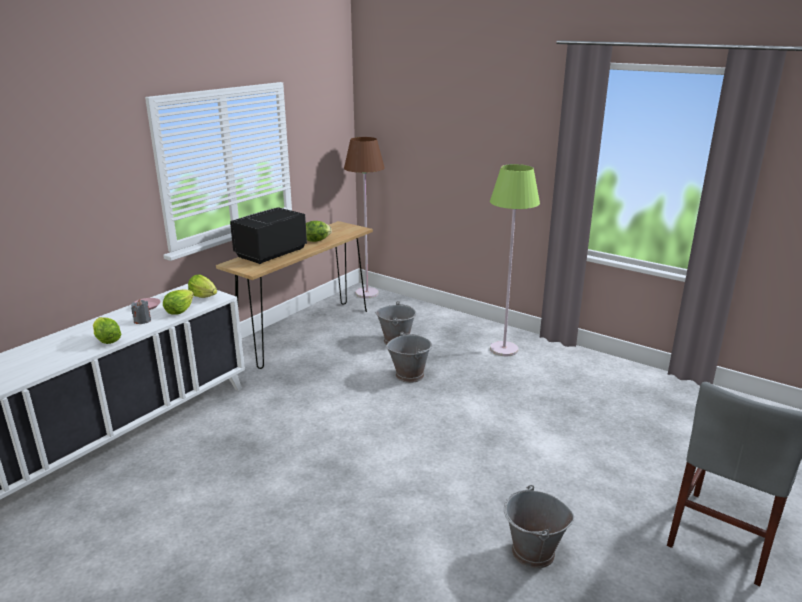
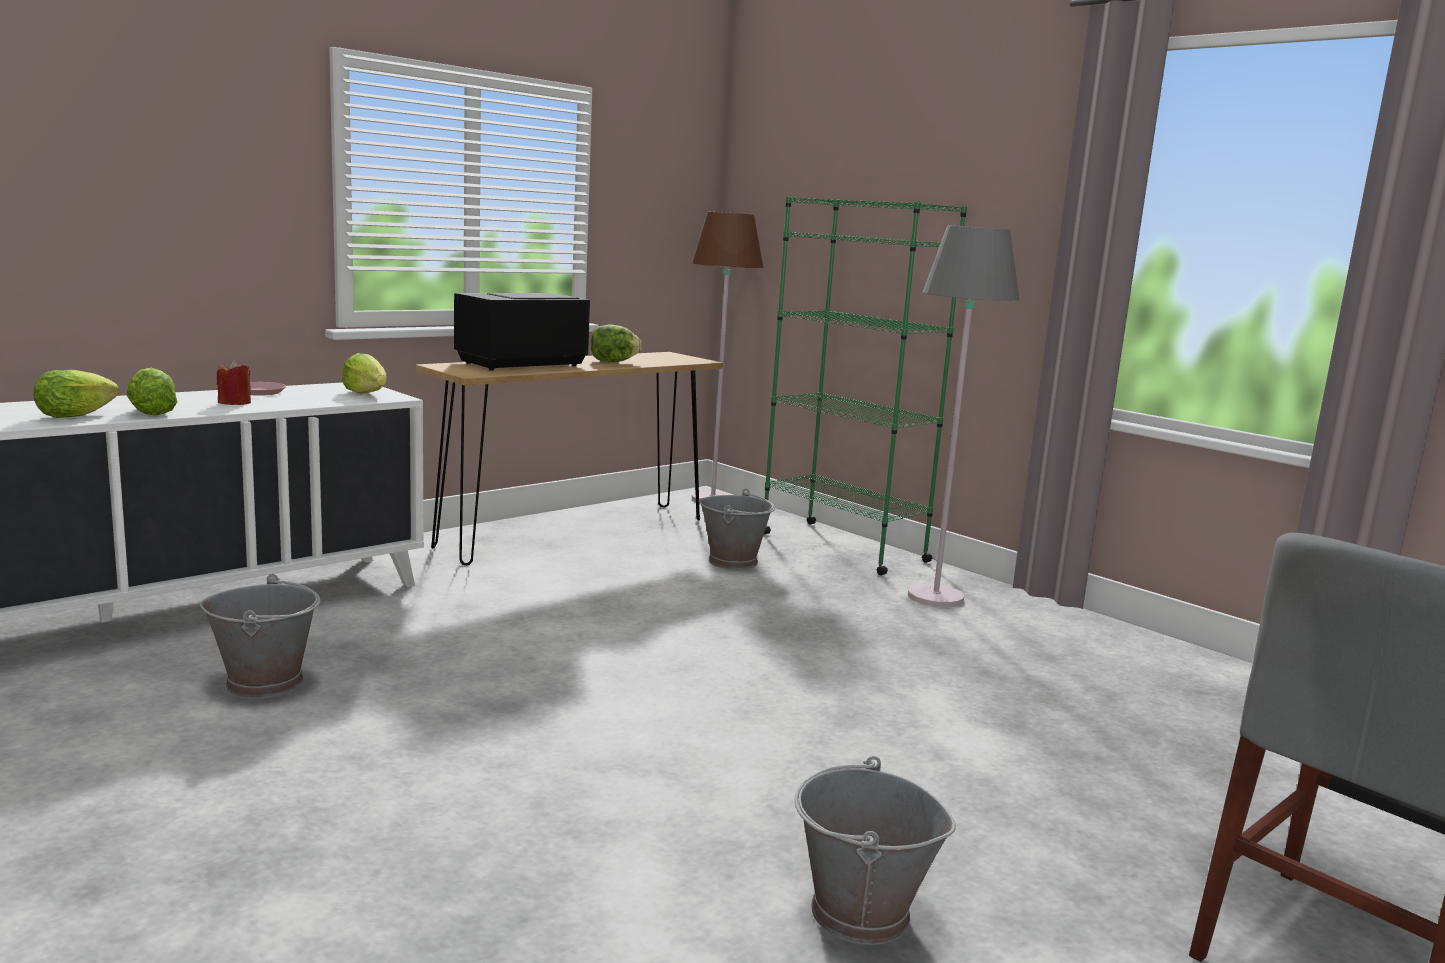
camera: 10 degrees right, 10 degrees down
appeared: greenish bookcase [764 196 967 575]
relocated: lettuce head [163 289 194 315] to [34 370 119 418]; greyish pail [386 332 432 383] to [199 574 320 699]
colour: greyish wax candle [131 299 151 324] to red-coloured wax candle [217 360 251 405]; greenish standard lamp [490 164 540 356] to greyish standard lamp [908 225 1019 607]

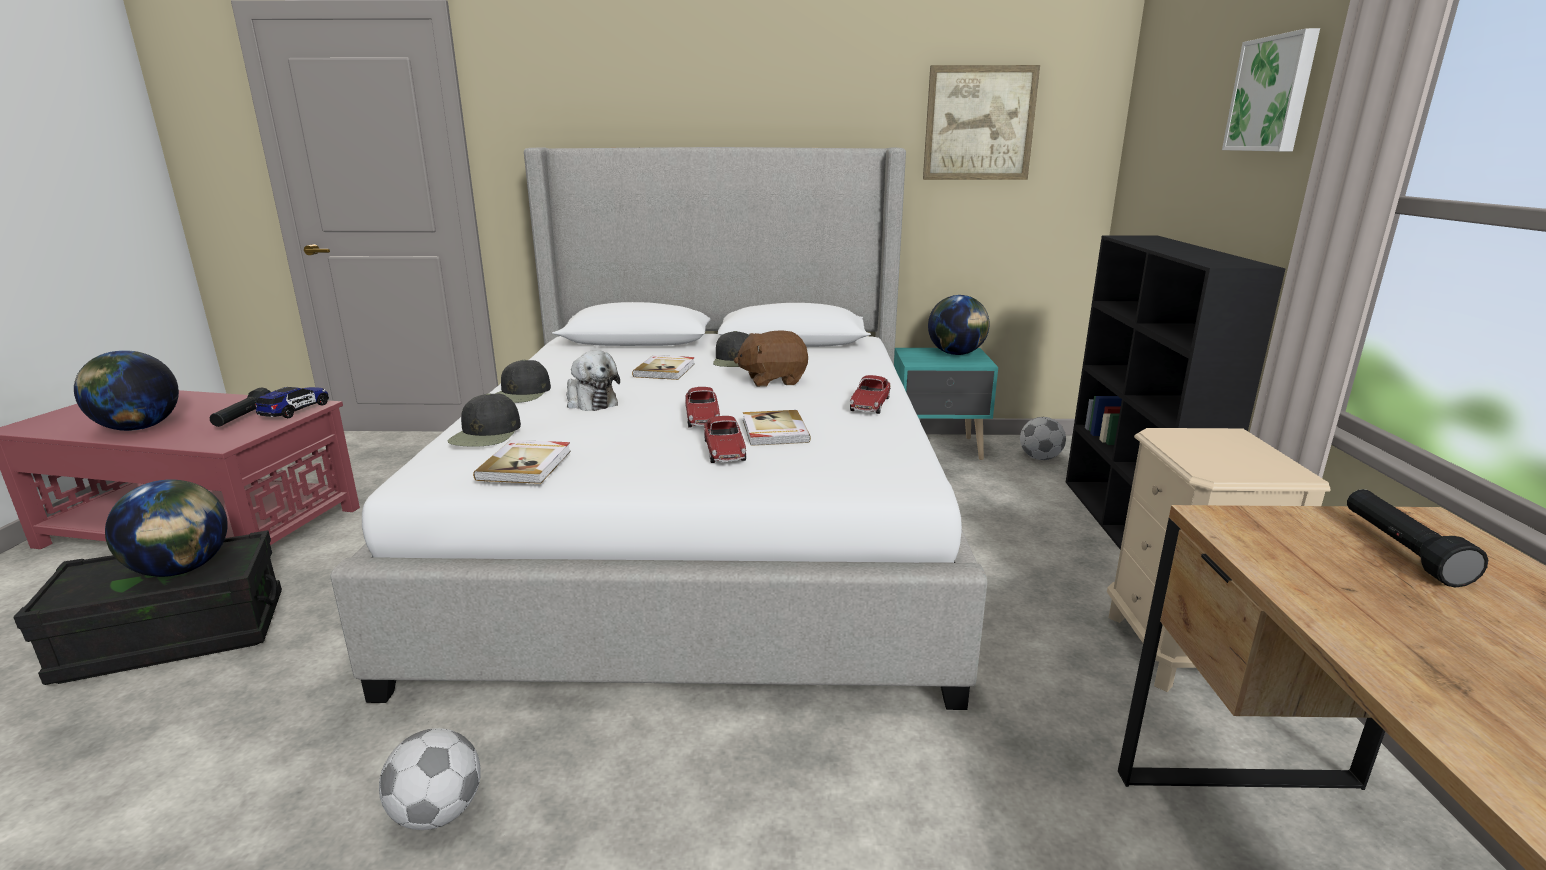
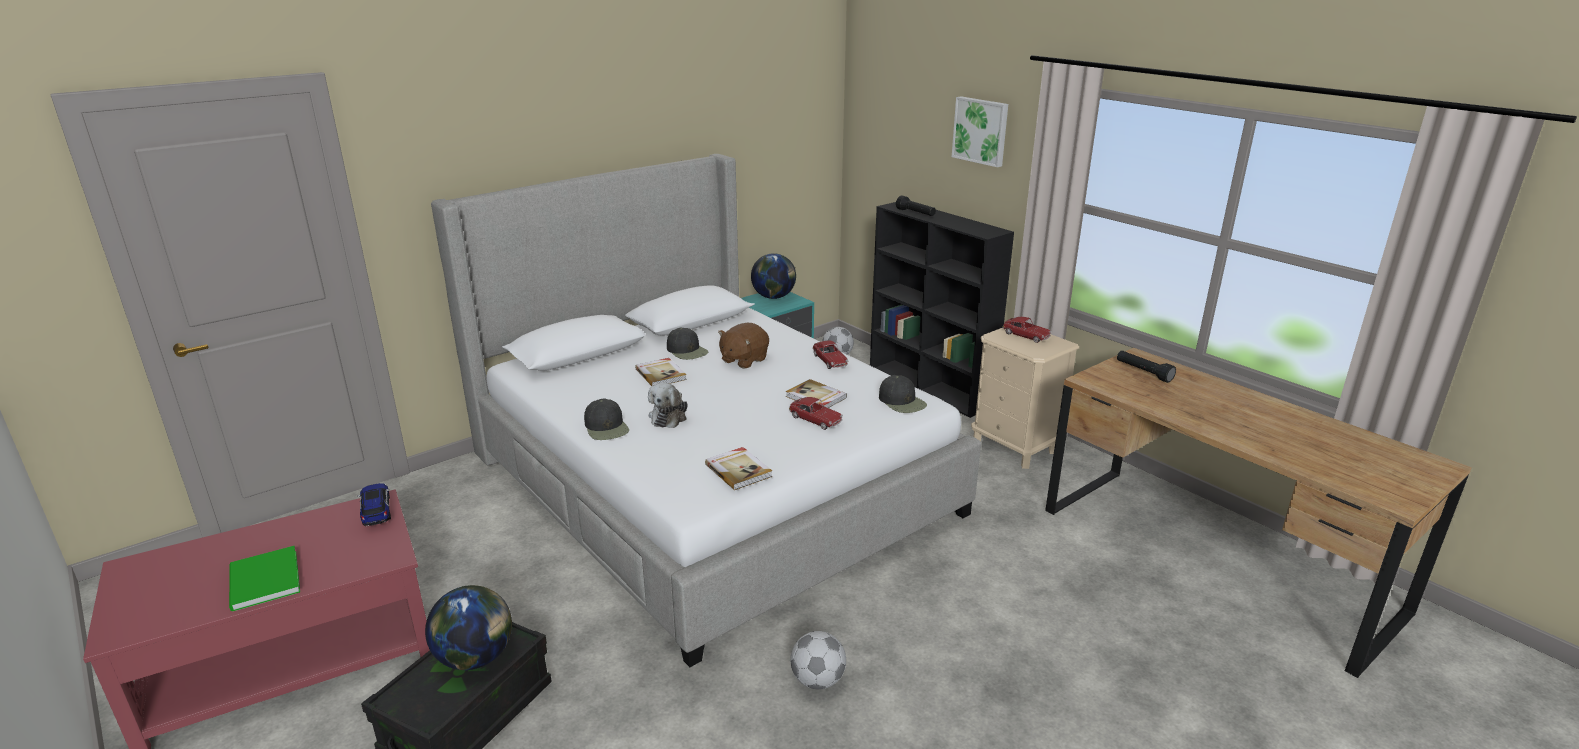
camera: 40 degrees left, 5 degrees up
missing: wall art [923 65 1040 180]
relocated: blackish baseball cap [447 393 521 447] to [879 375 927 413]; blackish hand torch [210 387 271 427] to [896 196 936 216]; model car [685 387 720 428] to [1003 317 1051 343]
exchanged: desk globe [74 350 179 431] to greenish book [229 546 300 611]
spun: cuddly toy [566 350 620 411] = [648 383 688 428] 90 degrees clockwise

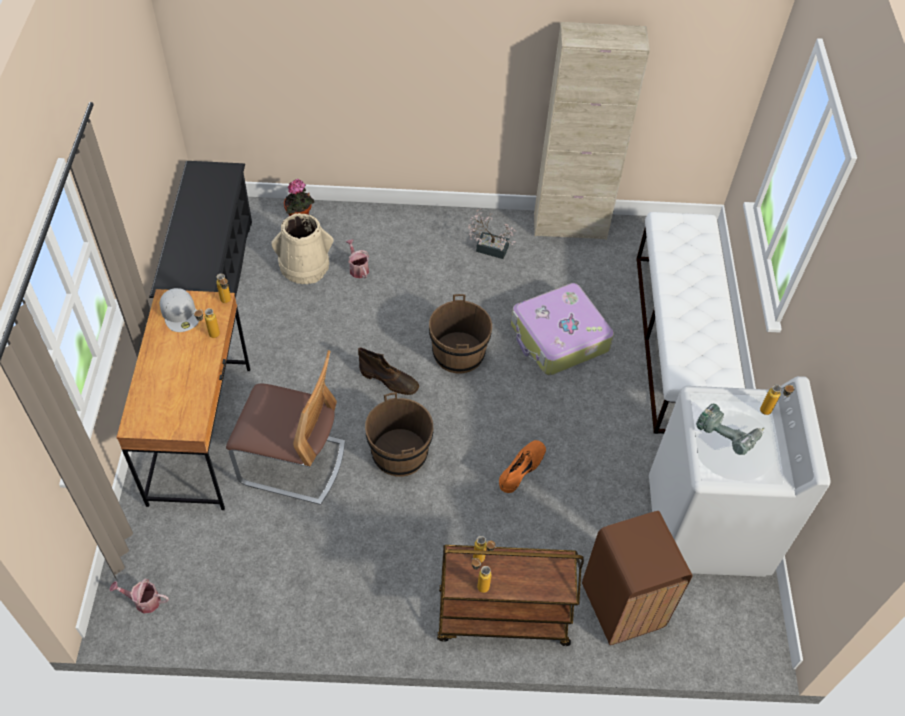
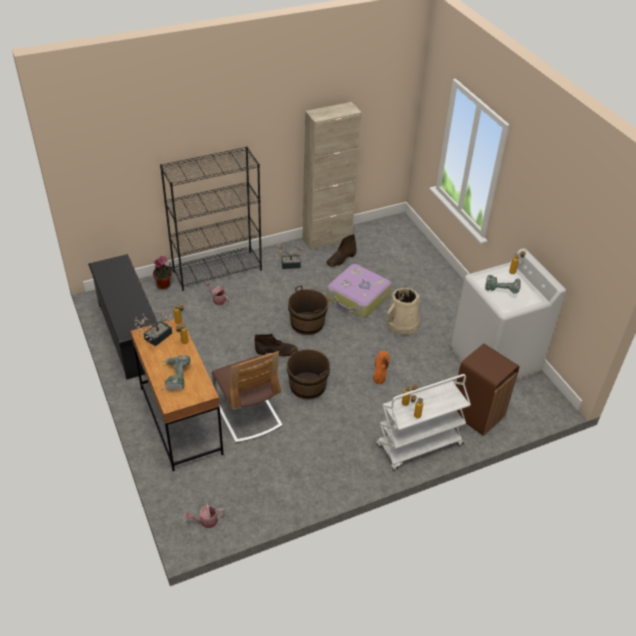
camera: 25 degrees left, 10 degrees down
missing: white indoor bench [636 212 745 434]
appeared: blackish bookcase [160 147 262 291]; power drill [160 355 191 391]; brown boot [326 234 357 267]
relocated: beige-coloured pail [271 213 334 284] to [386 288 421 335]
exchanged: white baseball cap [160 288 199 332] to plant in a pot [135 309 172 346]
colour: brown wheeled cart [437 545 584 646] to white wheeled cart [377 374 471 471]
spun: plain chair [226 350 345 505] = [211 351 283 443] 75 degrees clockwise

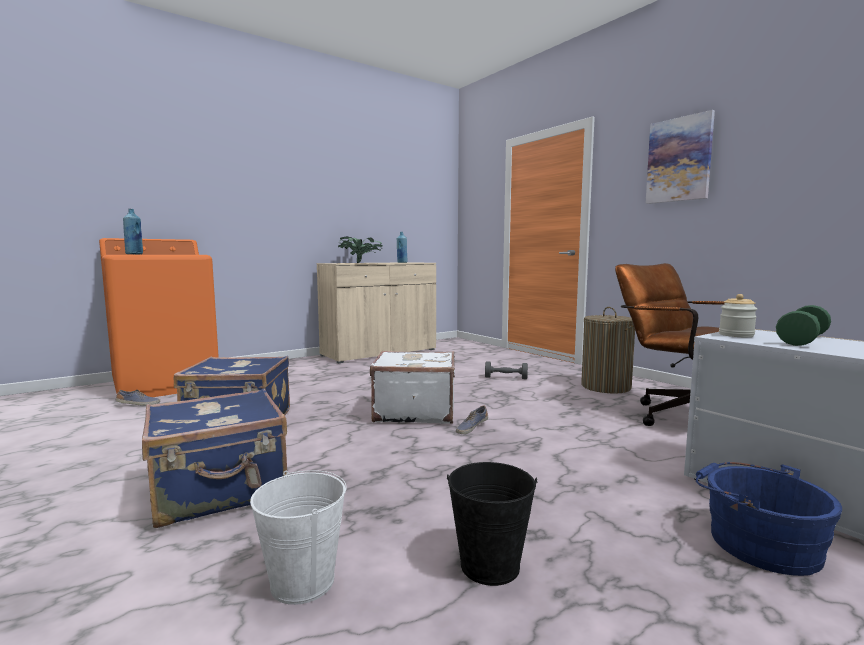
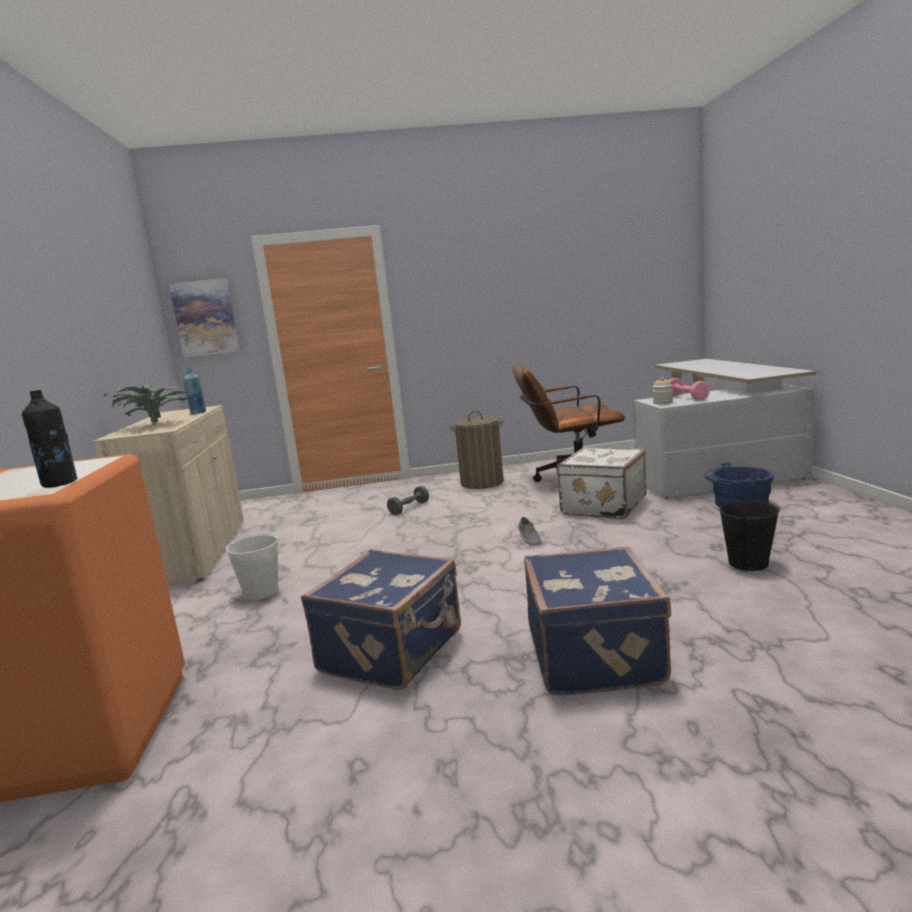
camera: 60 degrees left, 5 degrees up
missing: shoe [116 390 160 406]
relocated: wall art [646 110 715 204] to [169 278 240 358]; white pail [250 470 347 605] to [226 534 279 600]; white travel case [370 351 455 424] to [557 447 647 519]
colour: blue bottle [123 209 143 255] to blackish bottle [22 390 78 488]; greenish free weight [776 305 831 346] to pink free weight [669 378 710 400]

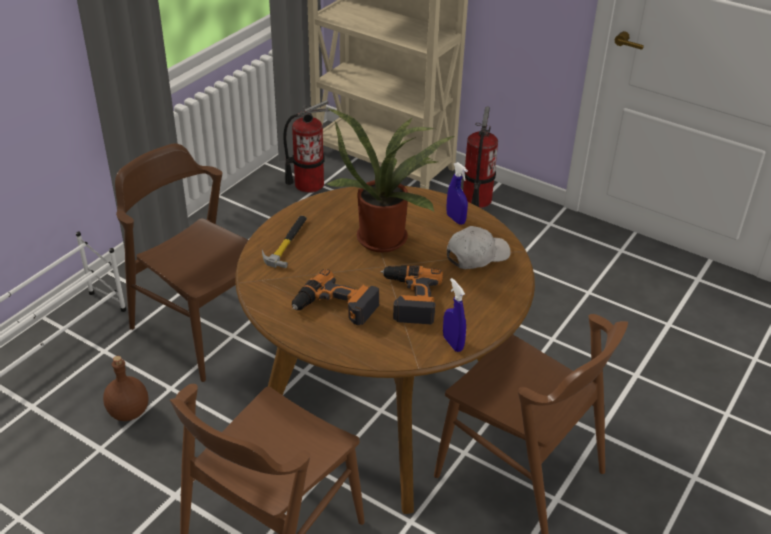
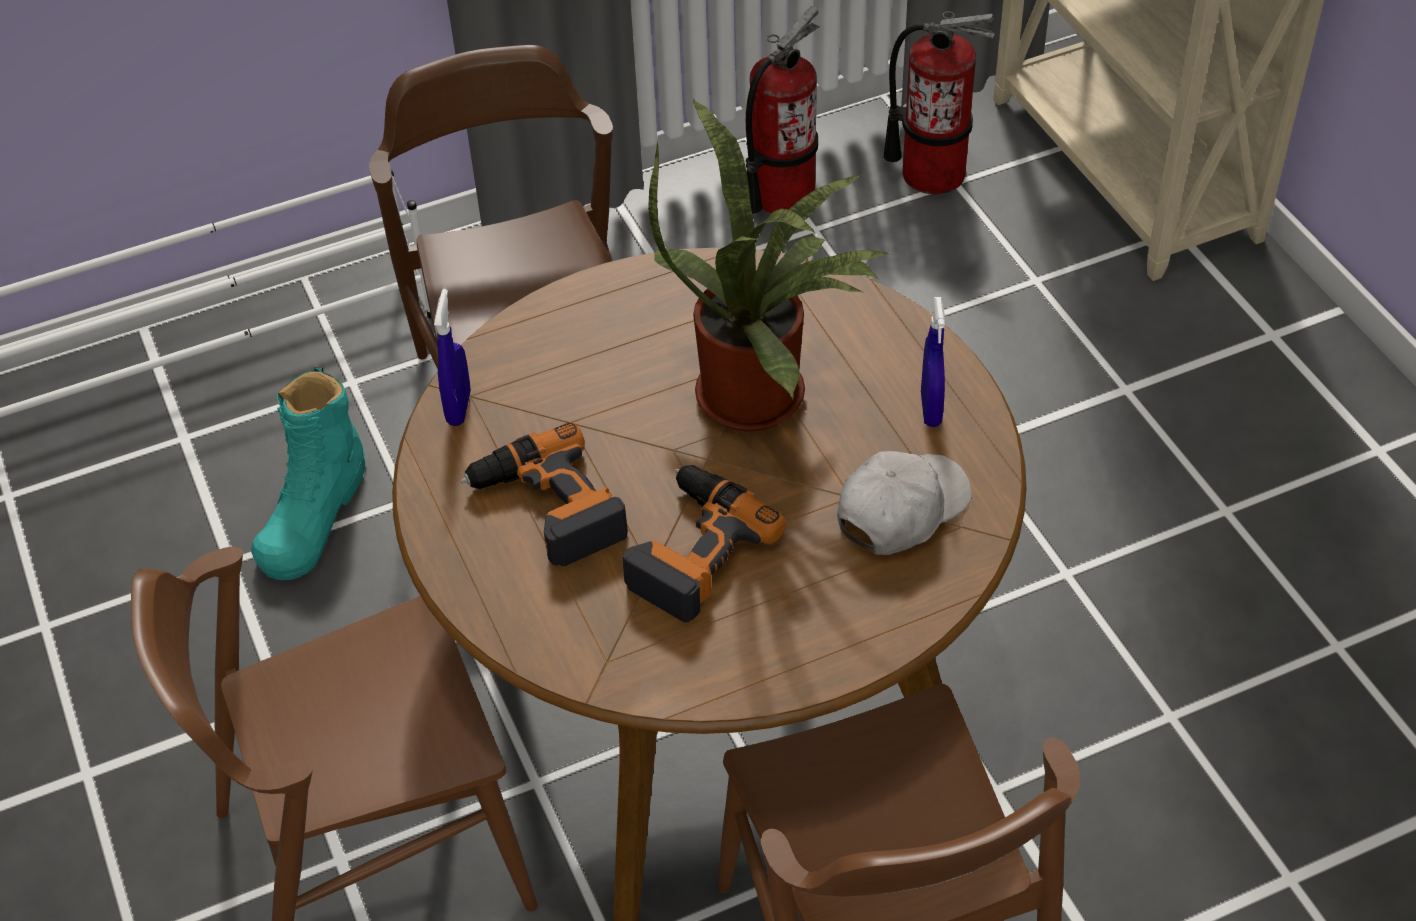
camera: 35 degrees right, 10 degrees up
missing: hand hammer [262 216 307 268]
relocated: blue sprayer [443 278 466 352] to [434 289 471 426]; fire-fighting cylinder [463 106 498 208] to [746 6 819 214]
exchanged: brown bottle [103 356 149 421] to turquoise-coloured boot [251 367 365 580]
spun: white baseball cap [447 226 511 269] = [837 451 972 555] 45 degrees counterclockwise

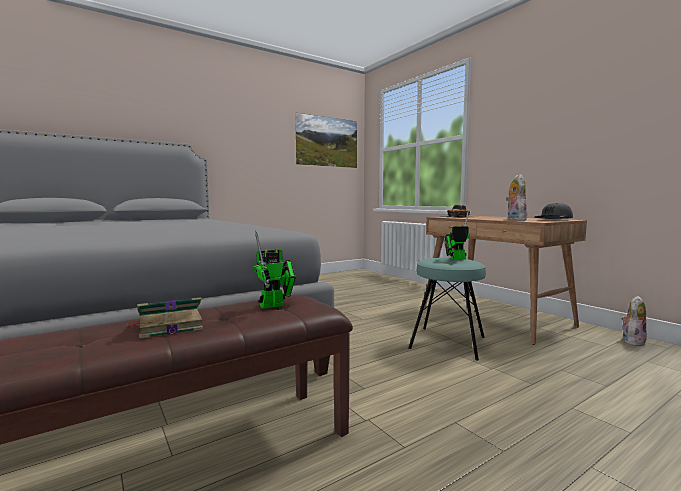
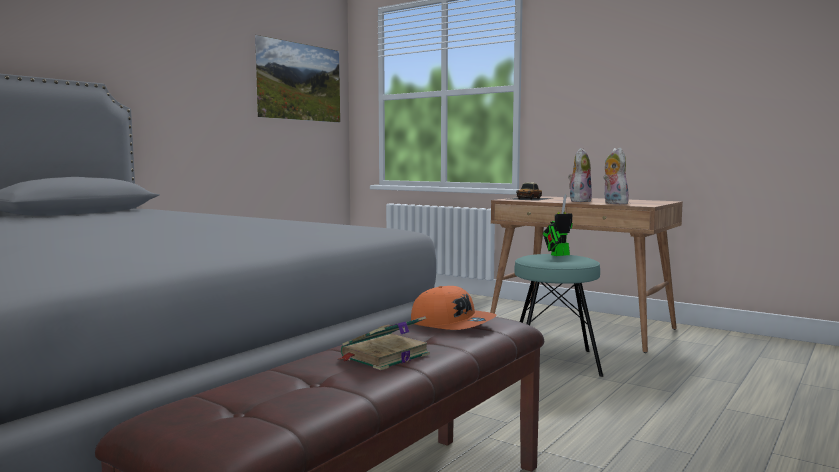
camera: 20 degrees left, 0 degrees up
missing: greyish baseball cap [535 203 573 219]
relocated: cuddly toy [621 296 647 347] to [568 148 592 202]
exchanged: toy robot [253 230 296 309] to orange-coloured baseball cap [411 286 497 330]

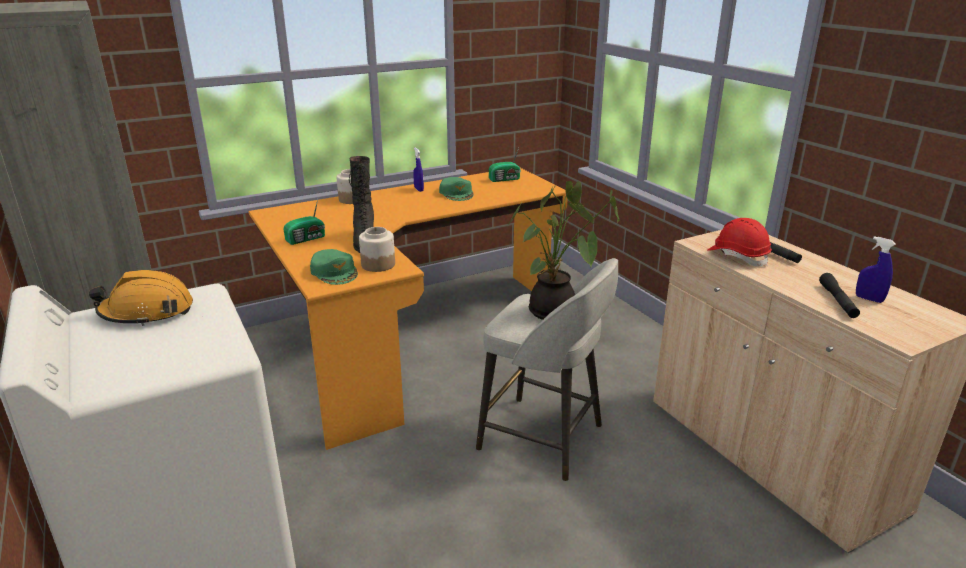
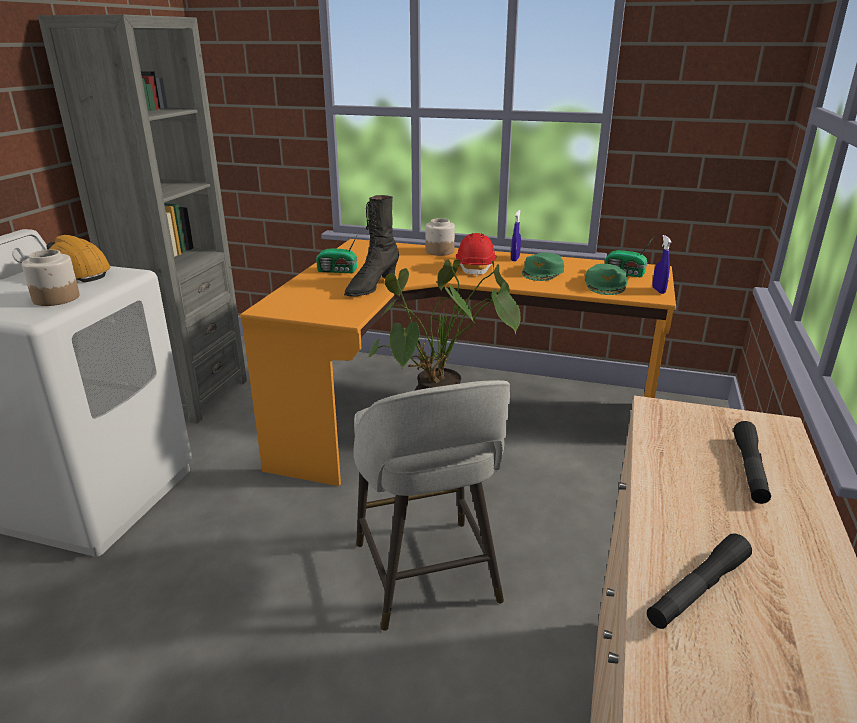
camera: 45 degrees right, 0 degrees up
relocated: storage jar [359 227 395 272] to [22 250 80 306]; red-coloured safety helmet [707 218 772 266] to [456 233 496 277]; greenish baseball cap [310 249 358 285] to [585 264 628 295]; blue sprayer [856 236 896 303] to [652 235 671 294]

